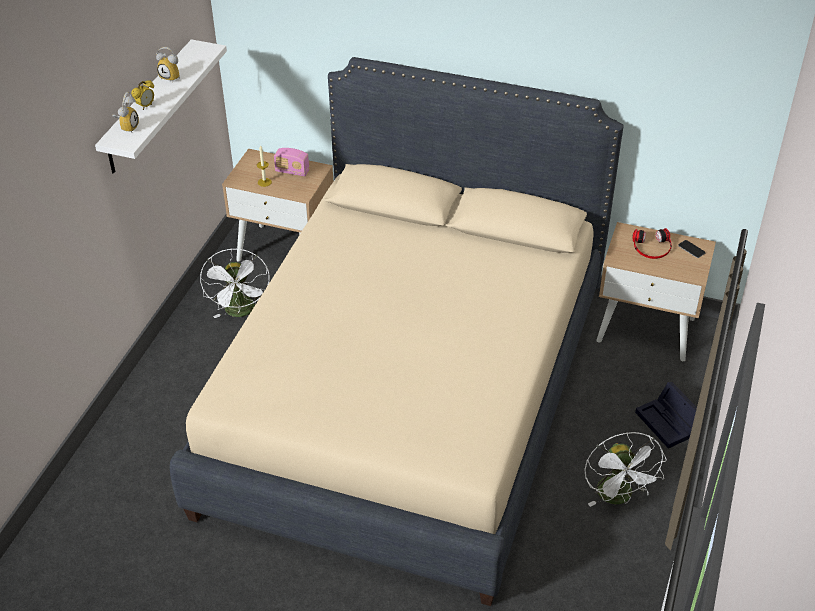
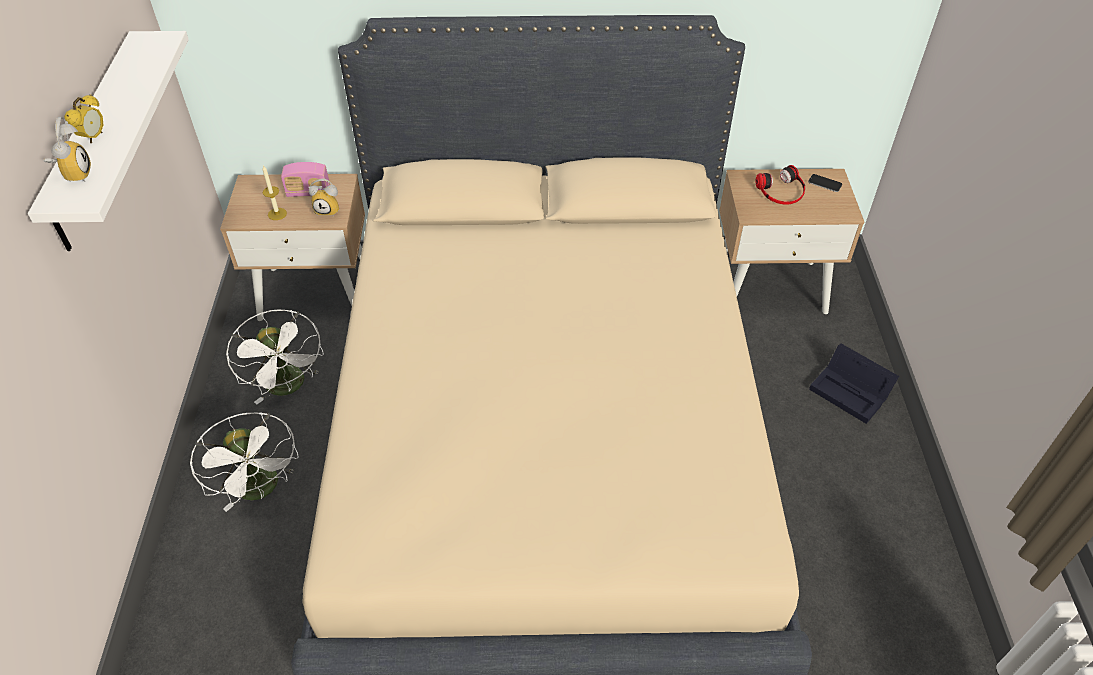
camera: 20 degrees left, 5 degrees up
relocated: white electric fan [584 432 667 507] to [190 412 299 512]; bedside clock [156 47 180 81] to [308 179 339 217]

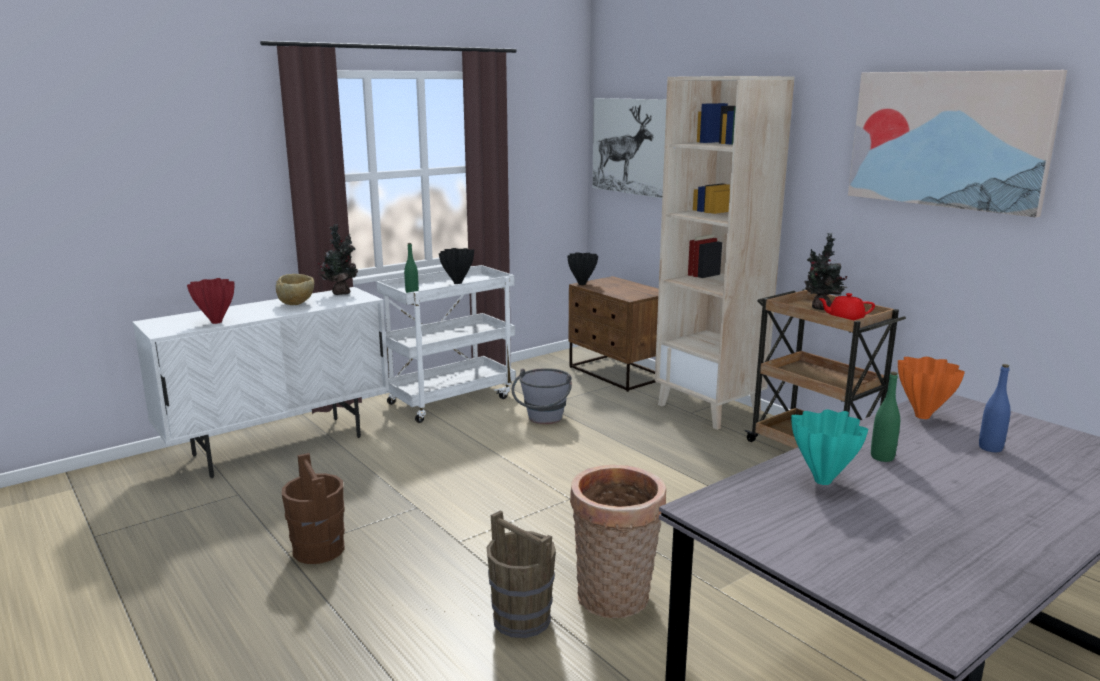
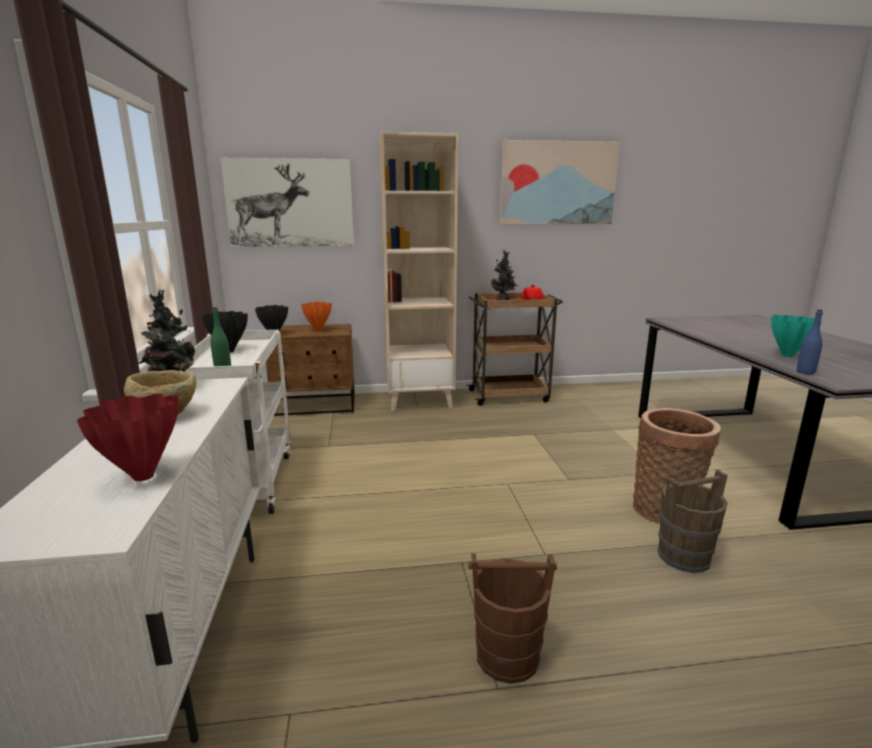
camera: 60 degrees left, 0 degrees up
missing: greyish pail [512 368 572 424]; greenish bottle [871 372 900 462]
relocated: orange-coloured vase [898 357 965 419] to [301 302 332 332]; blue bottle [979 364 1011 452] to [797 309 823 375]

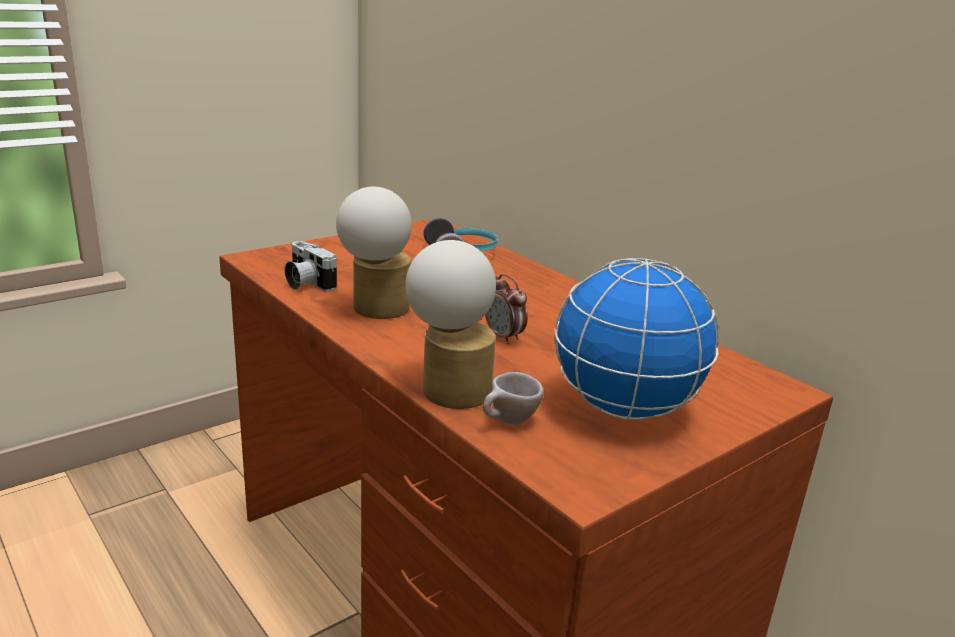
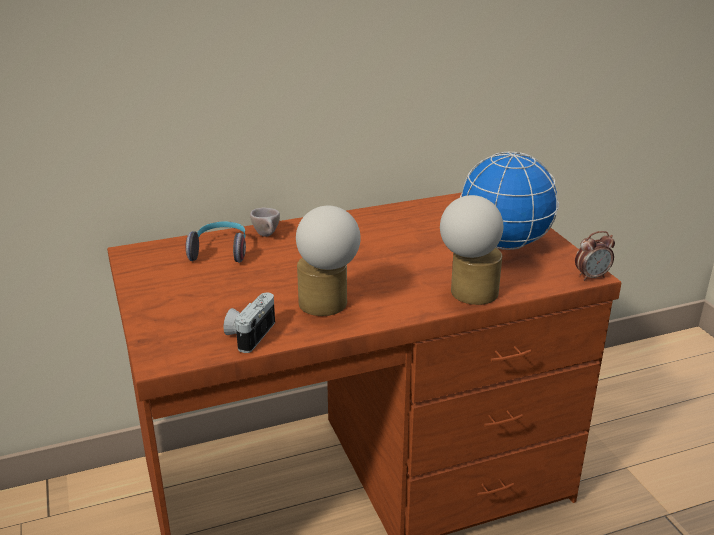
camera: 70 degrees left, 5 degrees up
relocated: beige-coloured small cup [483 372 543 424] to [250 208 280 237]; bedside clock [485 274 528 344] to [575 231 615 281]
spun: still camera [285 241 337 292] = [224 293 275 353] 135 degrees clockwise

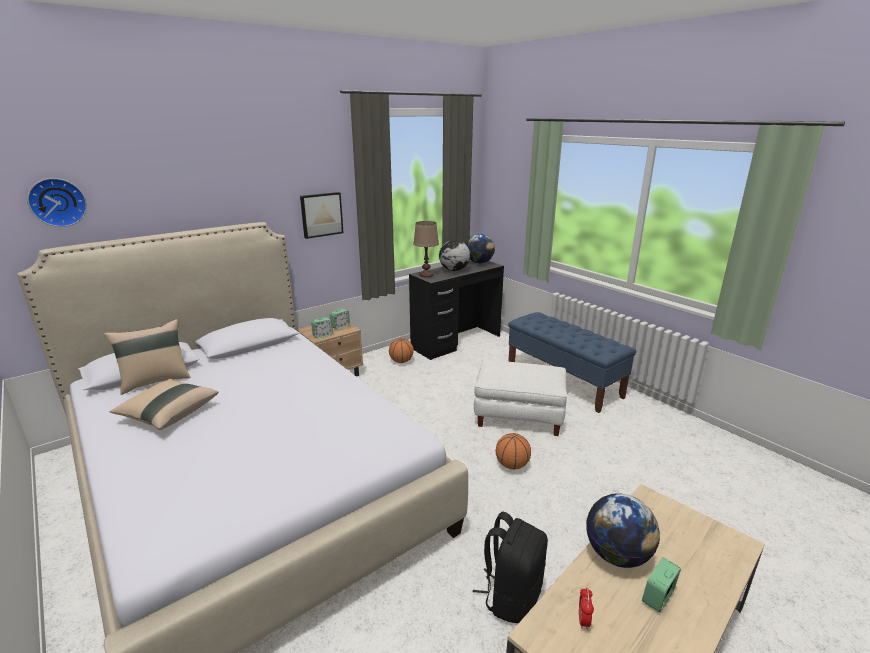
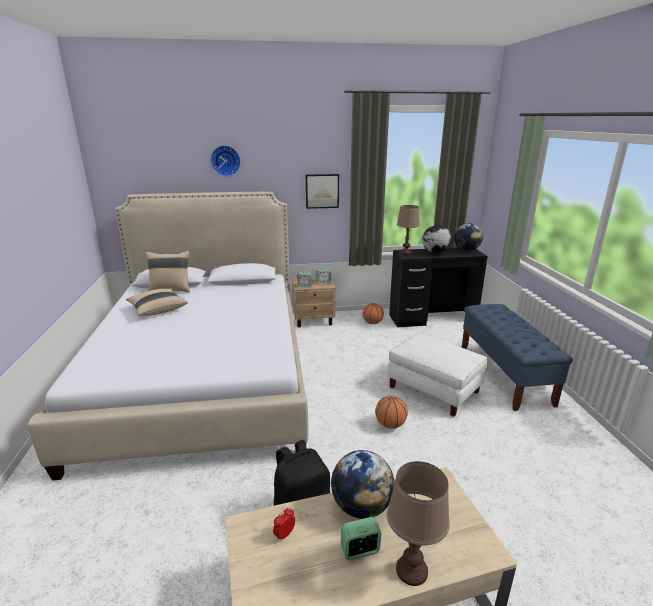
camera: 30 degrees right, 0 degrees up
appeared: brown tabletop lamp [387 461 450 586]
relocated: clock on the wall [27 178 87 227] to [210 145 241 176]

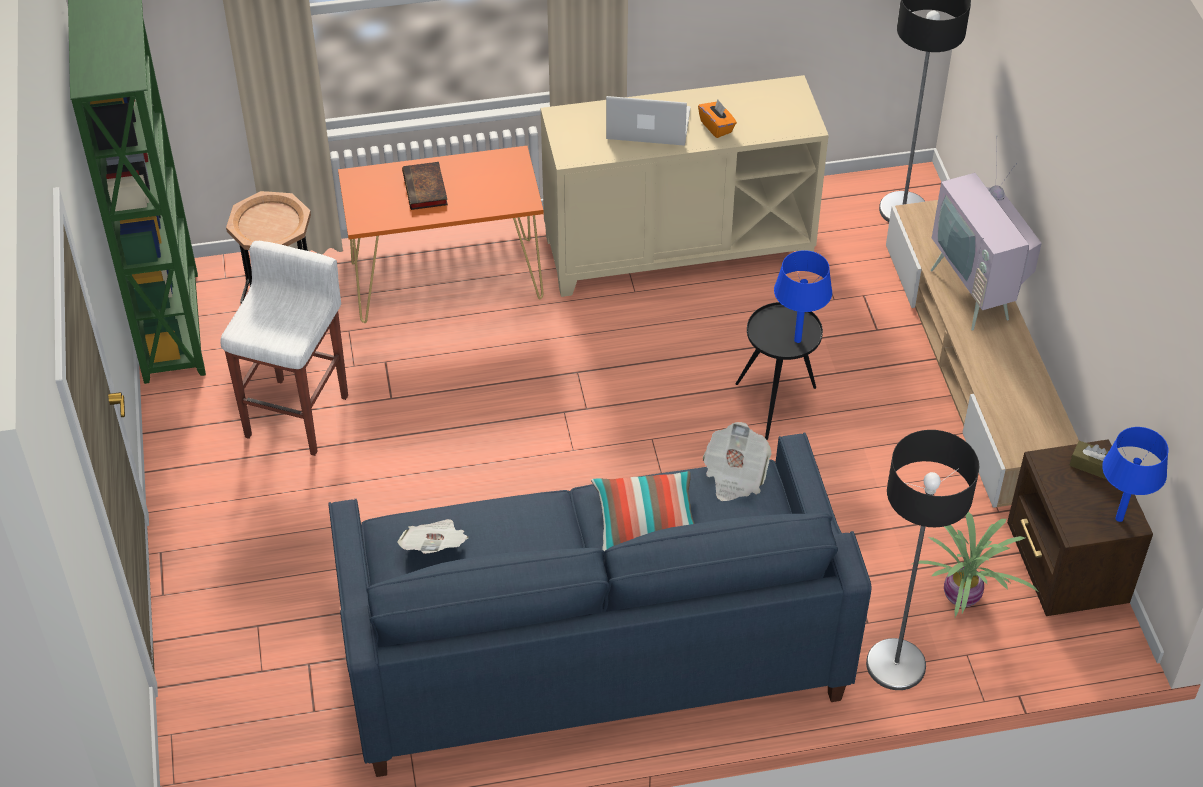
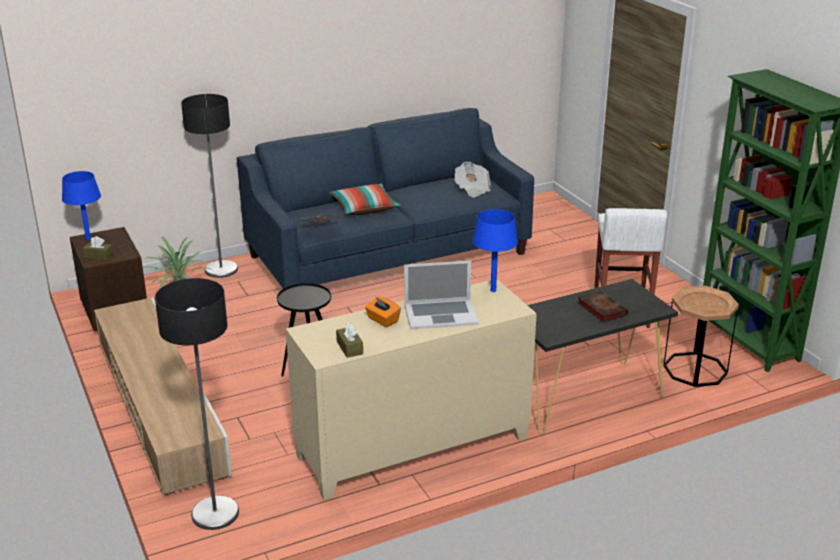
camera: 165 degrees right, 20 degrees down
missing: television [930 135 1042 331]
appeared: brown box of tissues [336 323 363 358]
relocated: blue tabletop lamp [774 250 832 343] to [472 209 518 292]
colour: orange-coloured console table [338 146 544 323] to blackish console table [528 279 678 434]

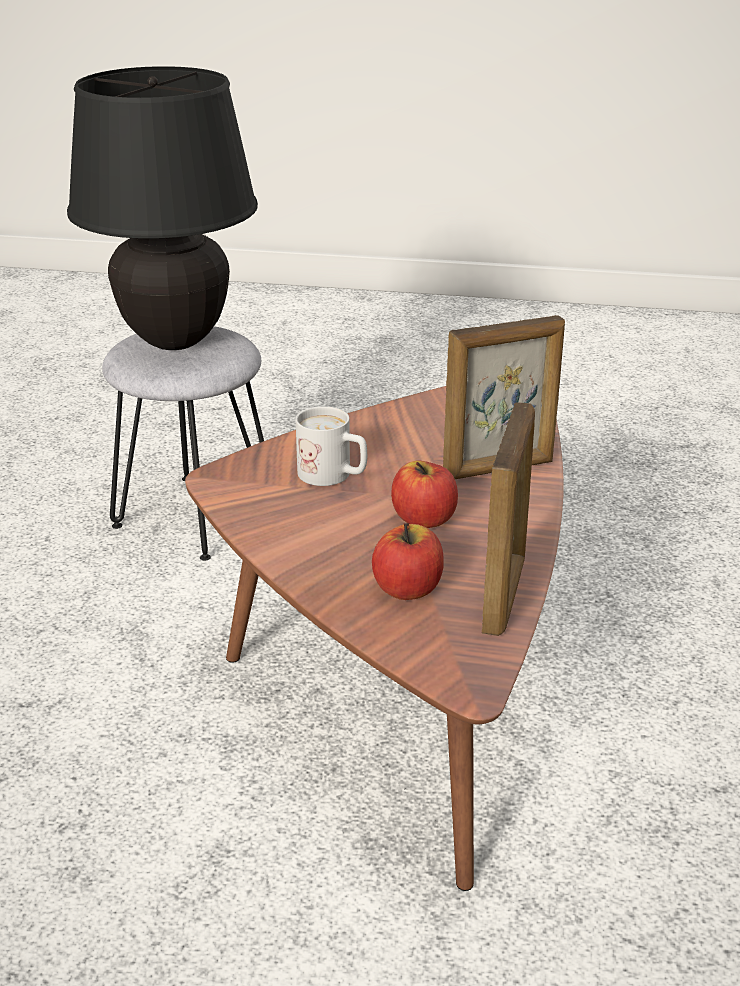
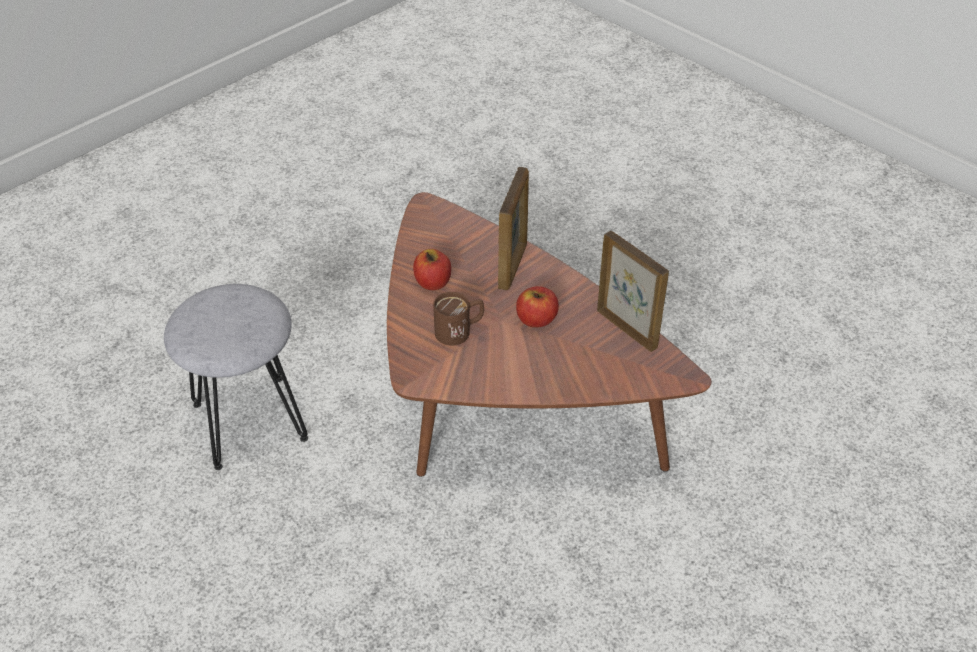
camera: 55 degrees left, 15 degrees up
missing: blackish tabletop lamp [67 66 258 350]
relocated: apple fruit [372 523 444 600] to [413 249 451 290]
colour: white mug [296 406 367 486] to brown mug [433 292 484 346]

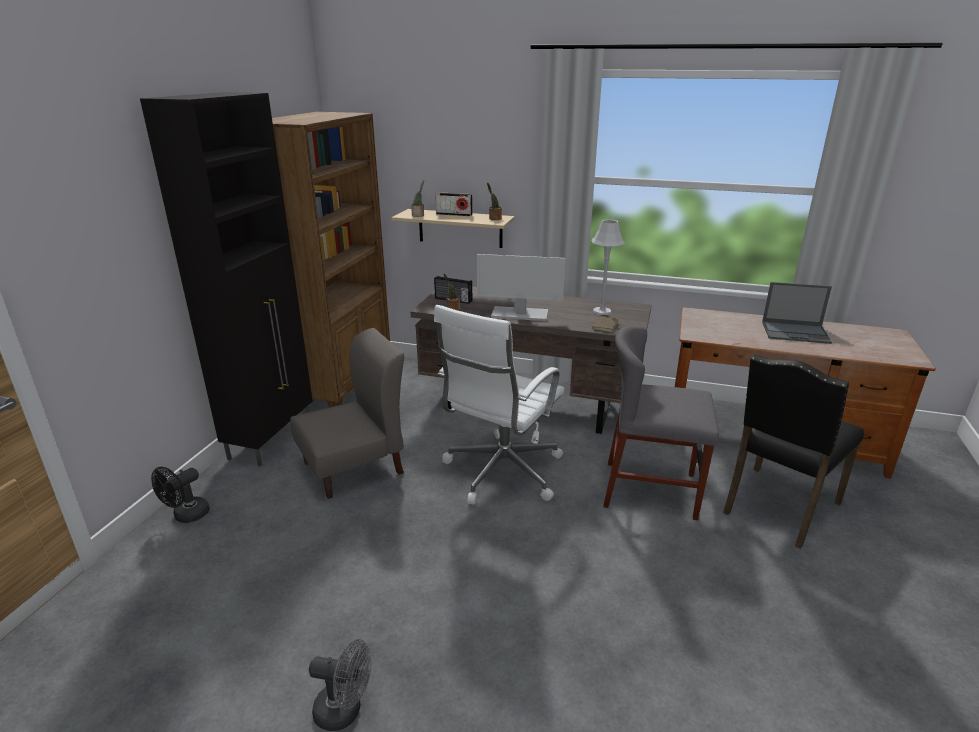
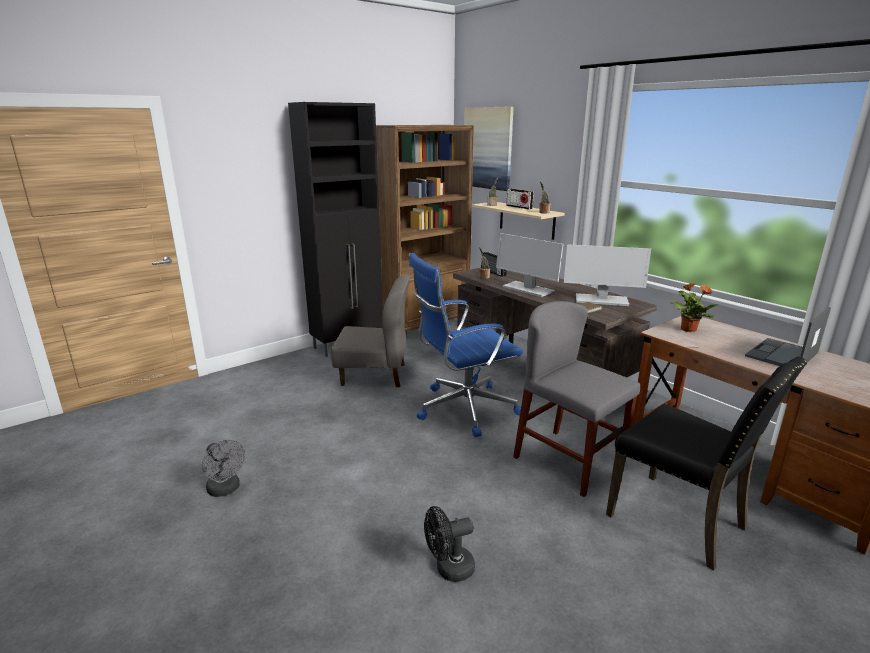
camera: 35 degrees right, 5 degrees down
appeared: wall art [464 107 513 191]; plant in a pot [670 283 719 332]
relocated: blackish electric fan [151 467 210 523] to [424 506 475 582]
exchanged: greyish tabletop lamp [592 219 625 315] to computer screen [564 244 651 306]
colour: white desk chair [434 305 565 505] to blue desk chair [409 253 523 437]
spun: blackish plain chair [723 354 864 549] = [606 356 808 571] 120 degrees counterclockwise; portable computer [762 282 832 344] = [745 307 831 366] 90 degrees clockwise

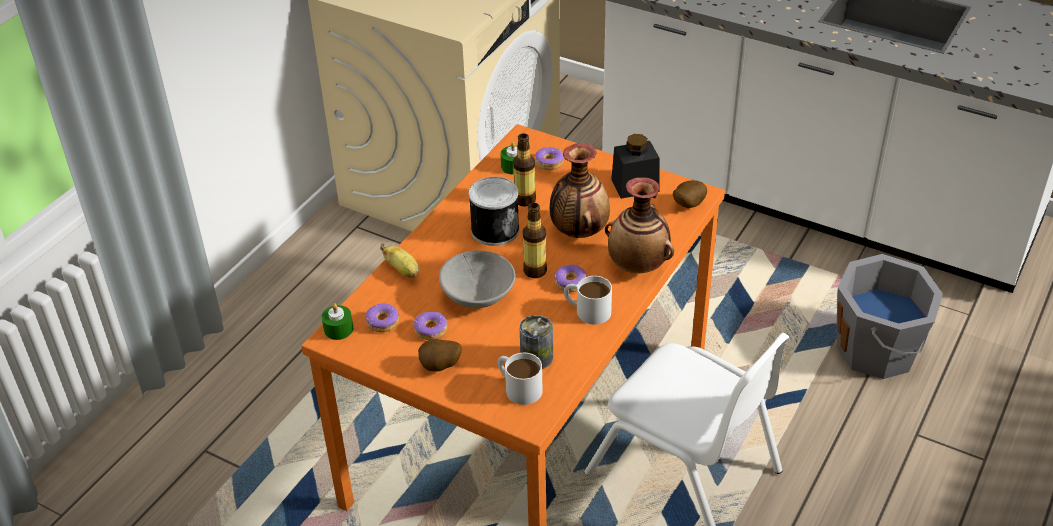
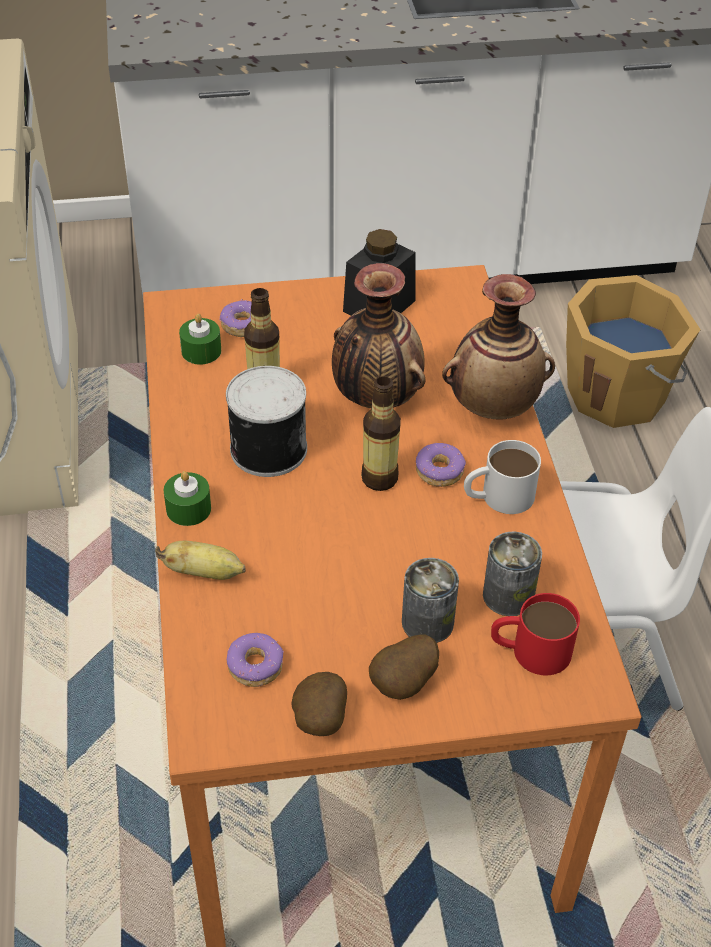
camera: 40 degrees left, 5 degrees up
missing: ring doughnut [414 311 447 340]; greyish bowl [439 251 516 308]
appeared: sealed can [402 558 459 643]
relocated: greenish wax candle [322 303 353 340] to [164 471 211 526]; spud [673 180 707 208] to [291 672 347 736]
colour: white mug [498 353 543 405] to red-coloured mug [491 593 580 675]; greyish pail [837 254 943 379] to orange-coloured pail [566 275 701 428]

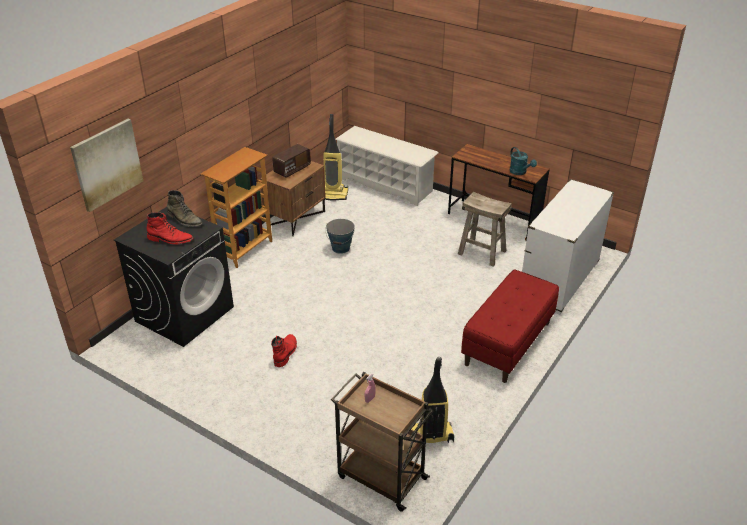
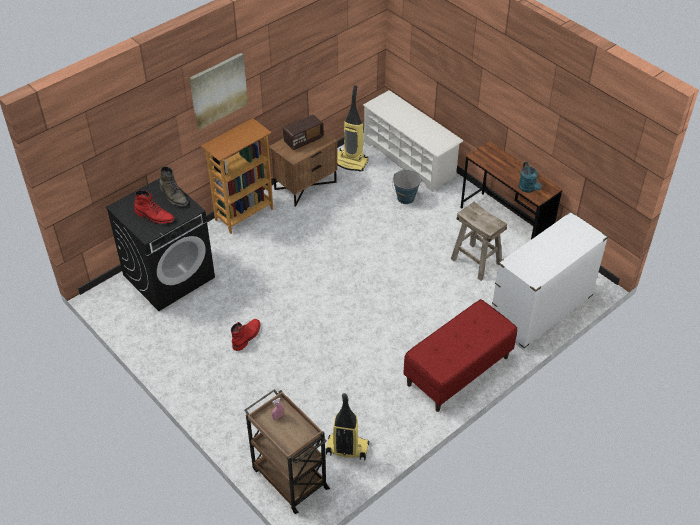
camera: 15 degrees right, 10 degrees up
relocated: wall art [70 119 143 212] to [190 53 248 130]; pail [325 219 355 254] to [392 170 421 204]

